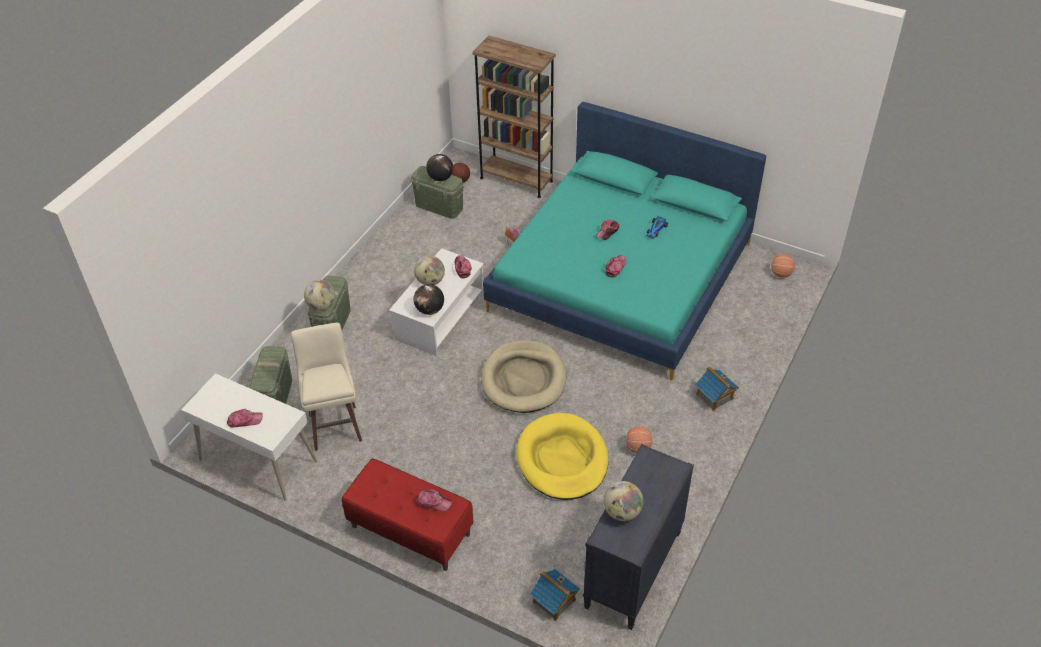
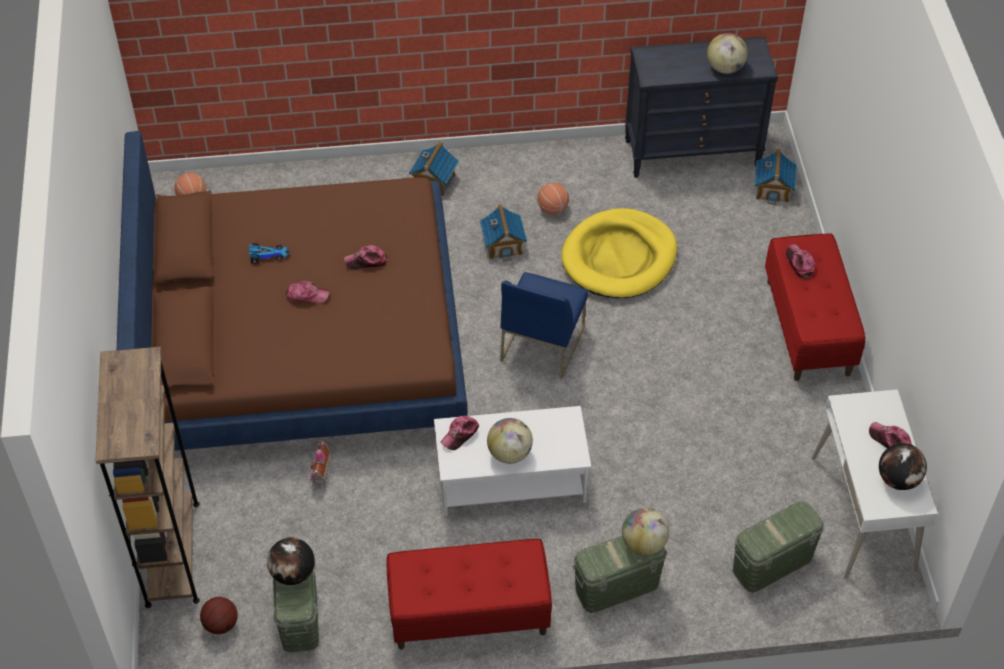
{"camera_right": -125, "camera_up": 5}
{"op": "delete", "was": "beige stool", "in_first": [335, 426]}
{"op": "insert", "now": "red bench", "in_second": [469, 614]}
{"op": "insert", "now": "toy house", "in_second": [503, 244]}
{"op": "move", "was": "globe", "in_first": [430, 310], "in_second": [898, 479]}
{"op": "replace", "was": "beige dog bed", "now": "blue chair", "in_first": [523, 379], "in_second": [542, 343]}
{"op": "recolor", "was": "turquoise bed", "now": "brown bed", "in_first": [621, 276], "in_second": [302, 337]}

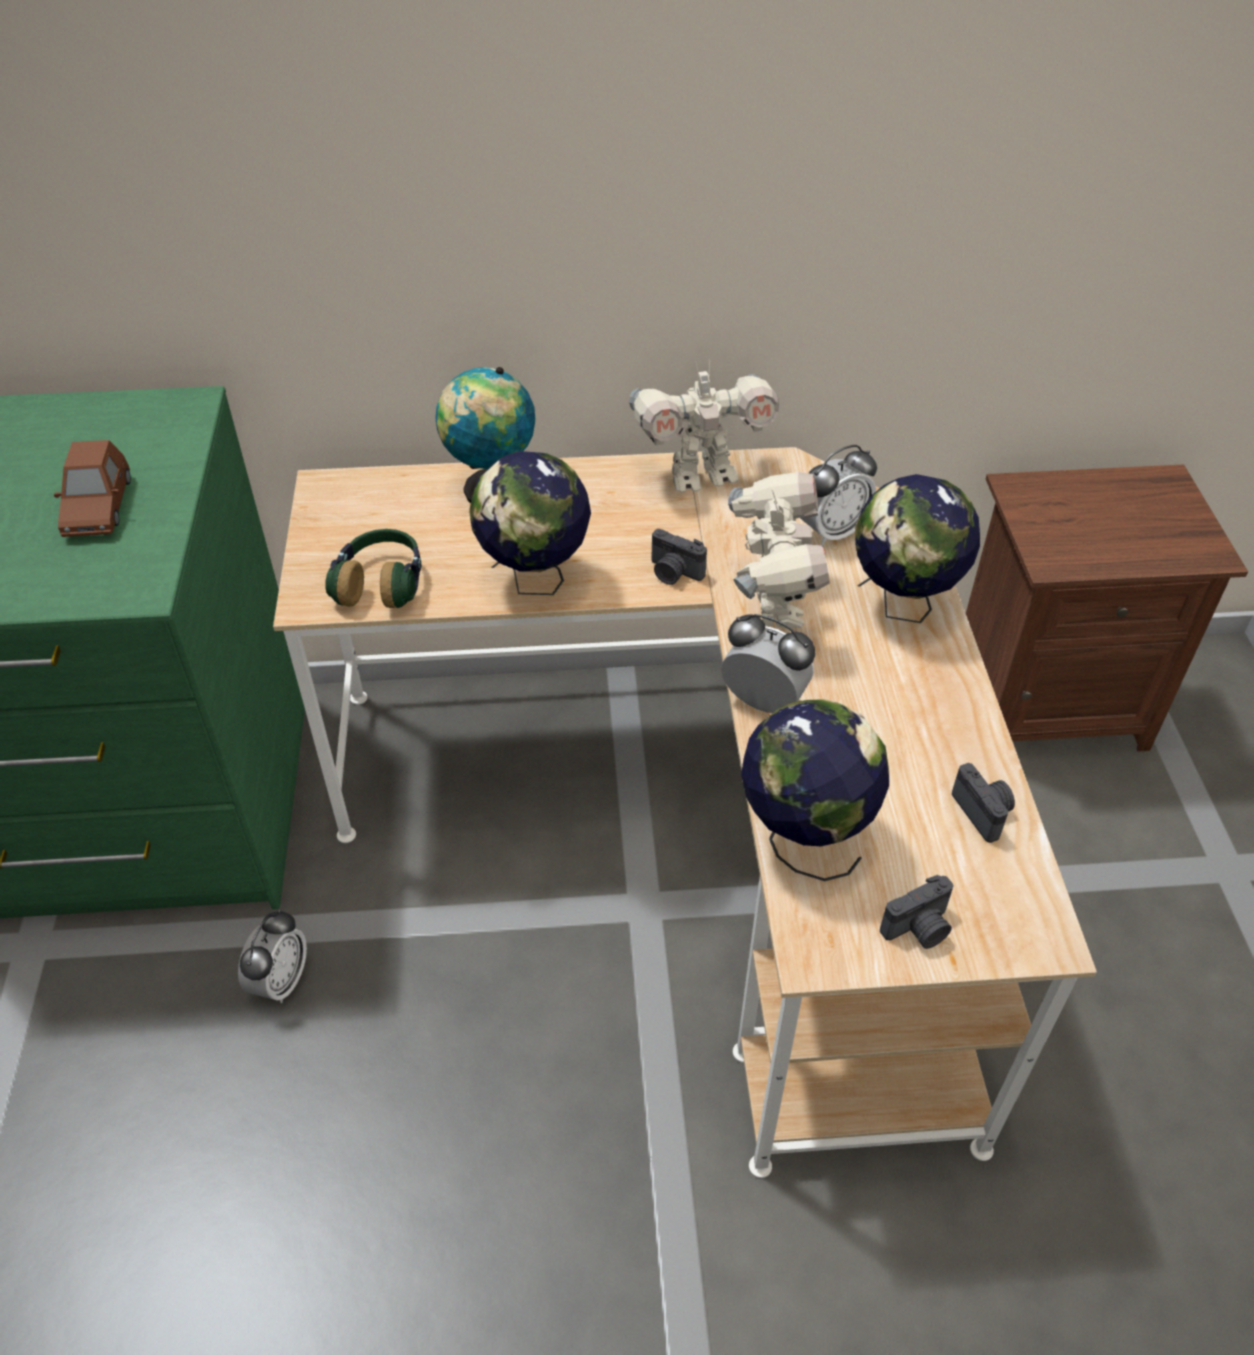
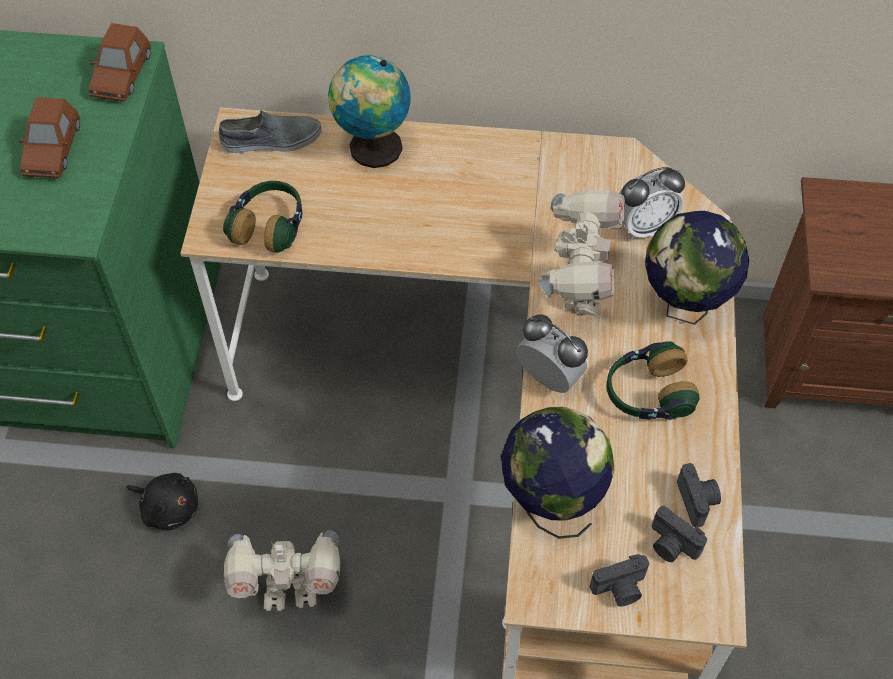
{"camera_right": 10, "camera_up": 10}
{"op": "delete", "was": "globe", "in_first": [535, 581]}
{"op": "insert", "now": "brown toy car", "in_second": [122, 75]}
{"op": "insert", "now": "grey shoe", "in_second": [271, 140]}
{"op": "insert", "now": "headphones", "in_second": [647, 394]}
{"op": "move", "was": "toy robot", "in_first": [700, 476], "in_second": [290, 590]}
{"op": "move", "was": "photo camera", "in_first": [673, 573], "in_second": [671, 545]}
{"op": "replace", "was": "alarm clock", "now": "black plush toy", "in_first": [281, 981], "in_second": [169, 507]}

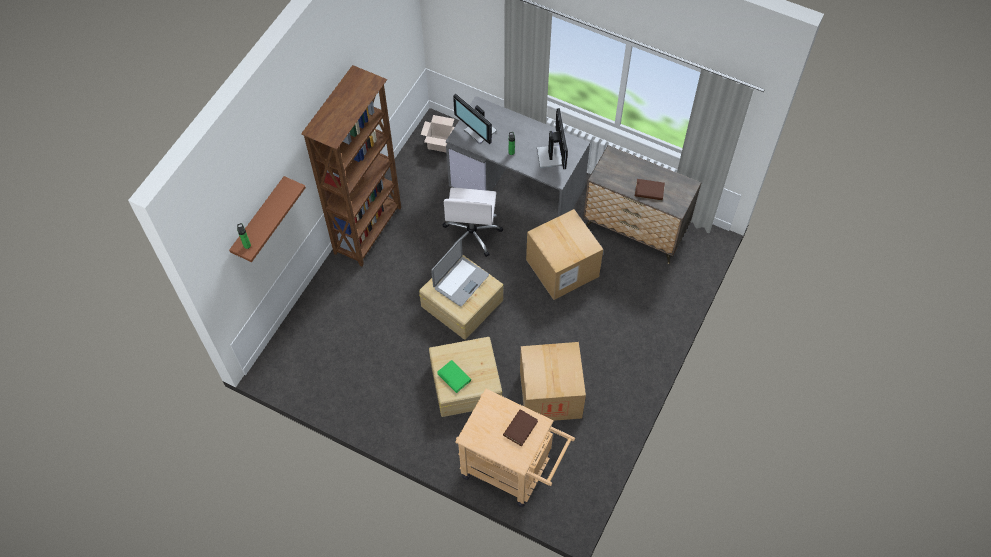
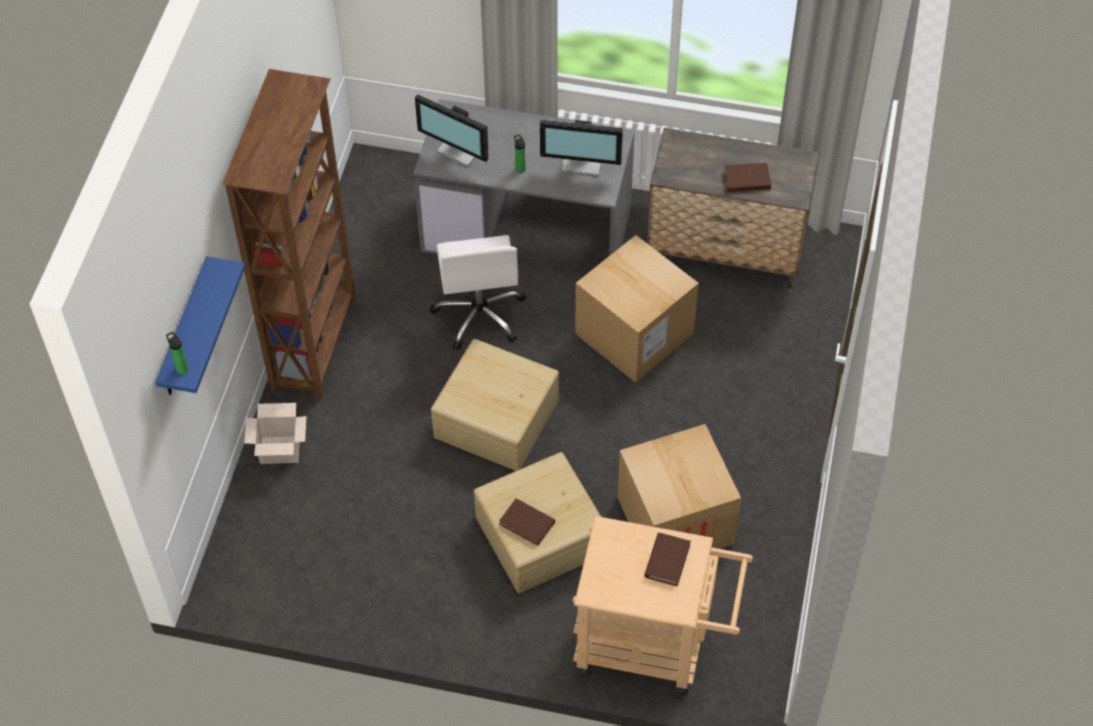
{"camera_right": -15, "camera_up": -5}
{"op": "delete", "was": "laptop", "in_first": [460, 281]}
{"op": "move", "was": "cardboard box", "in_first": [441, 143], "in_second": [281, 449]}
{"op": "recolor", "was": "brown shelf", "now": "blue shelf", "in_first": [259, 220], "in_second": [184, 331]}
{"op": "recolor", "was": "green book", "now": "brown book", "in_first": [454, 377], "in_second": [527, 523]}
{"op": "rotate", "was": "monitor", "in_first": [551, 156], "in_second": [583, 162], "clockwise": 120}

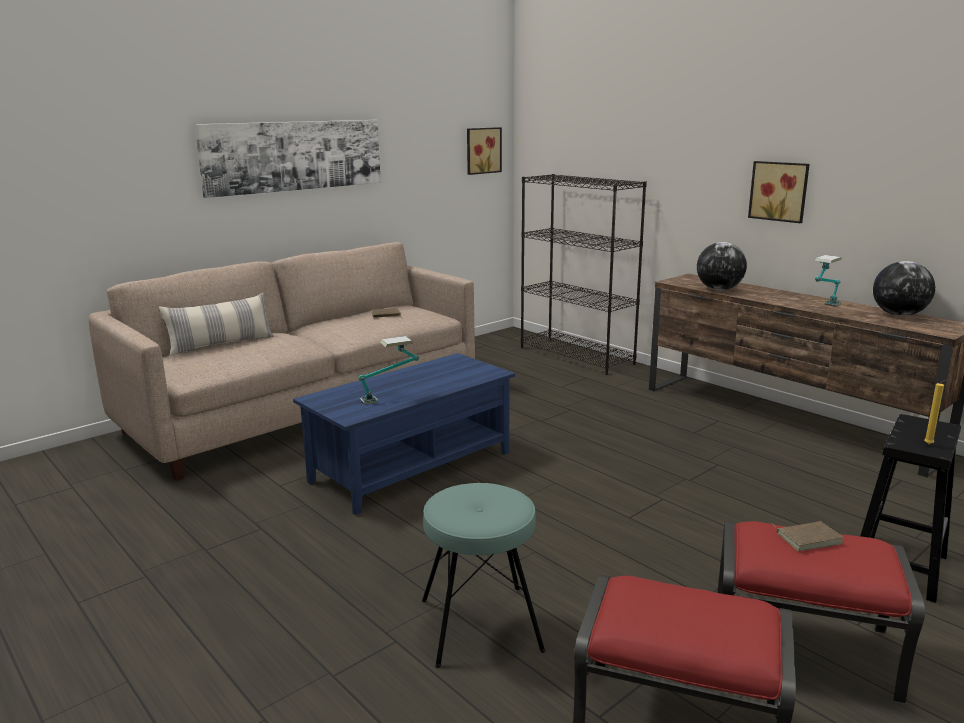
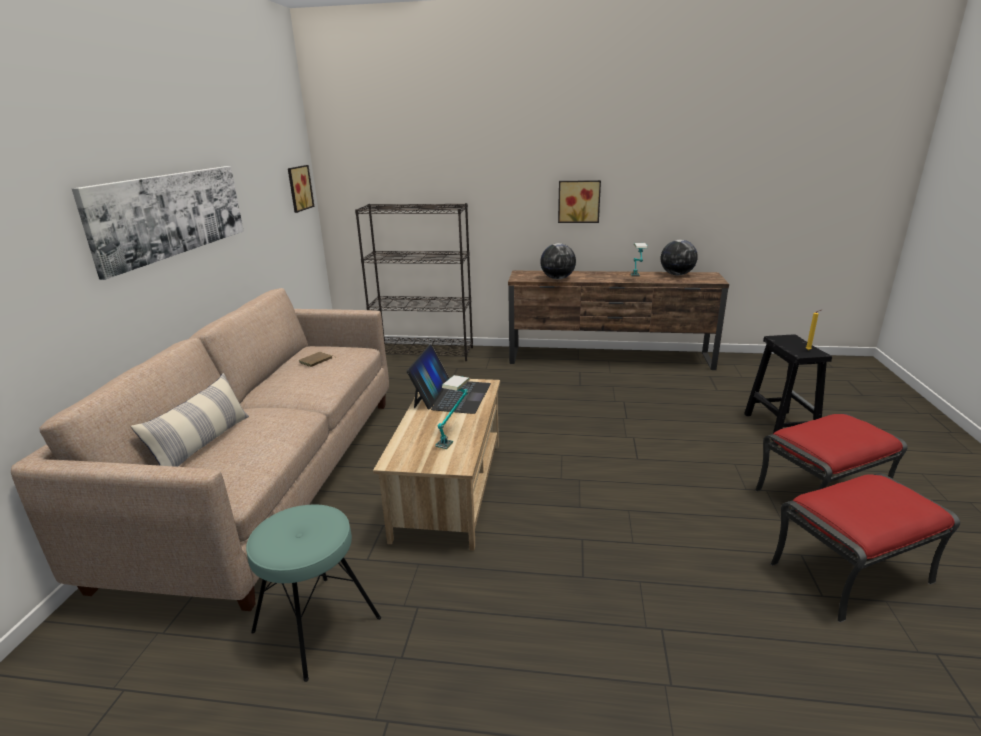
{"camera_right": -40, "camera_up": 5}
{"op": "delete", "was": "brown book", "in_first": [808, 538]}
{"op": "insert", "now": "laptop", "in_second": [452, 395]}
{"op": "move", "was": "turquoise stool", "in_first": [480, 625], "in_second": [316, 625]}
{"op": "recolor", "was": "blue coffee table", "now": "beige coffee table", "in_first": [412, 466], "in_second": [449, 488]}

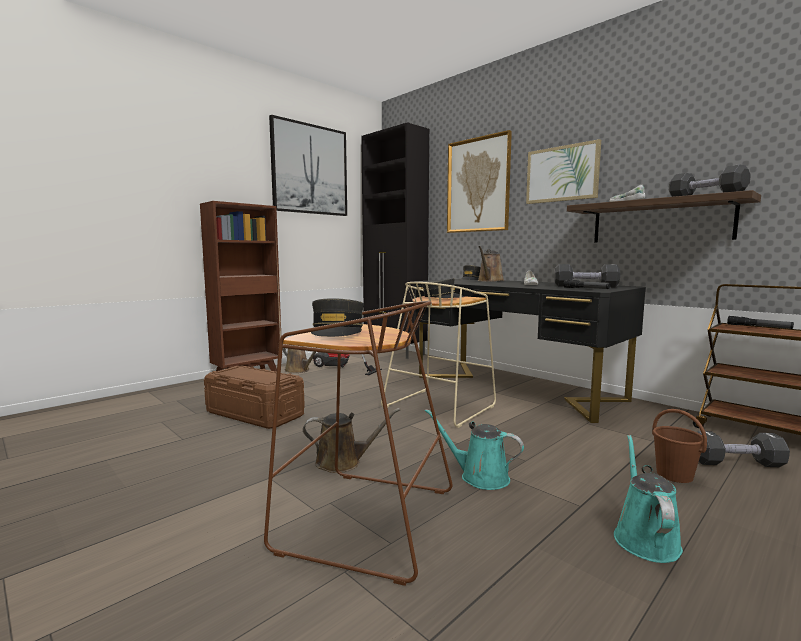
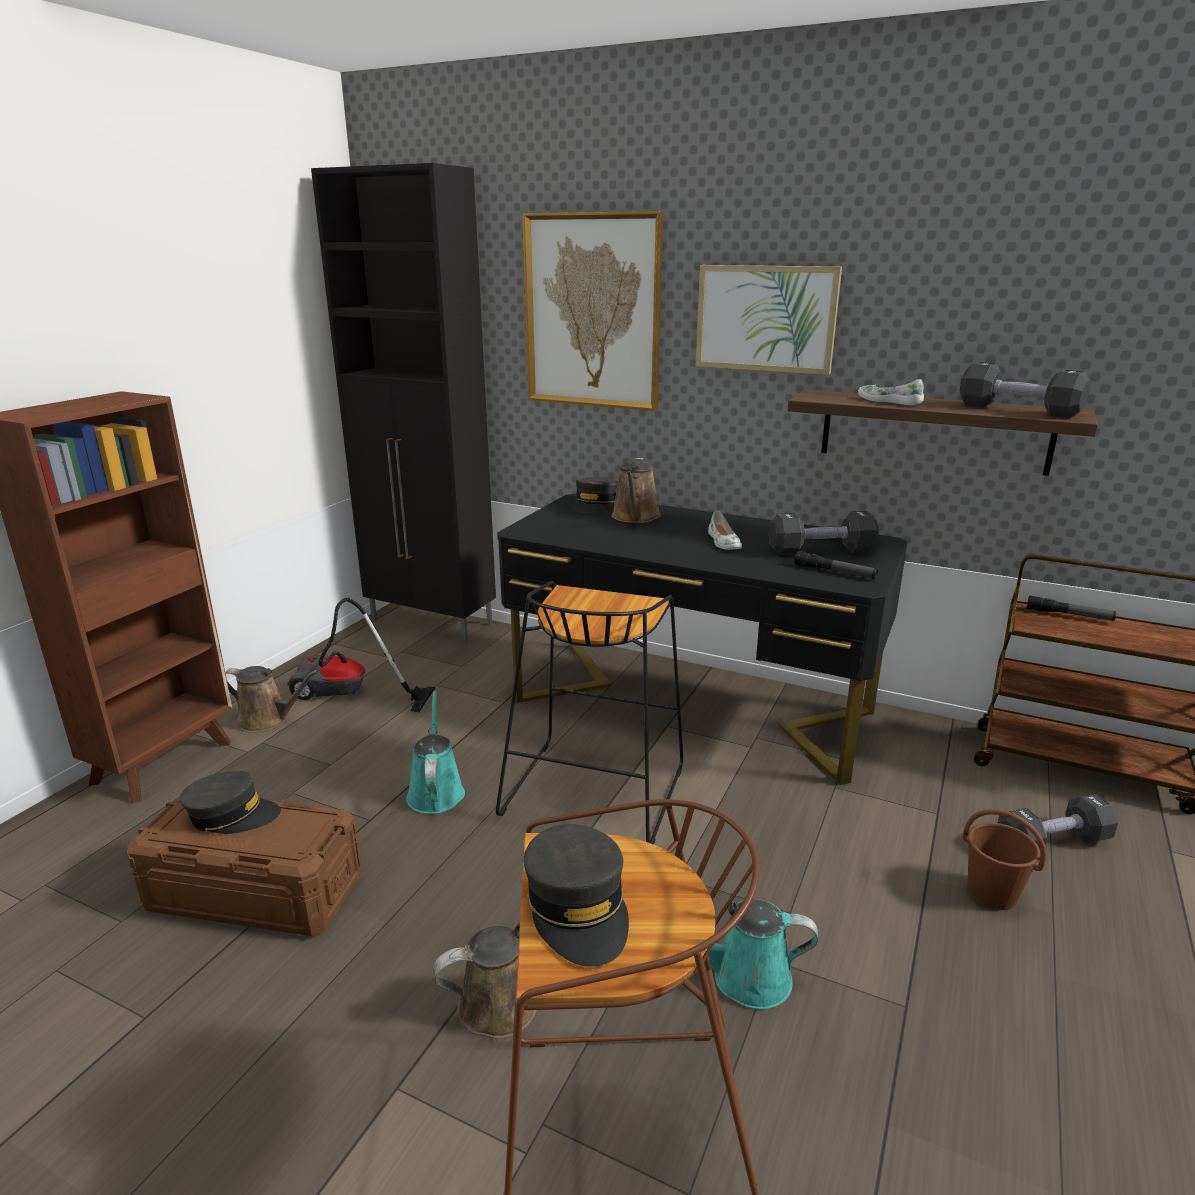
{"camera_right": -20, "camera_up": 15}
{"op": "delete", "was": "picture", "in_first": [310, 169]}
{"op": "move", "was": "grey cap", "in_first": [442, 297], "in_second": [232, 815]}
{"op": "move", "was": "turquoise watering can", "in_first": [644, 538], "in_second": [436, 791]}
{"op": "recolor", "was": "beige stool", "now": "black stool", "in_first": [439, 406], "in_second": [593, 789]}

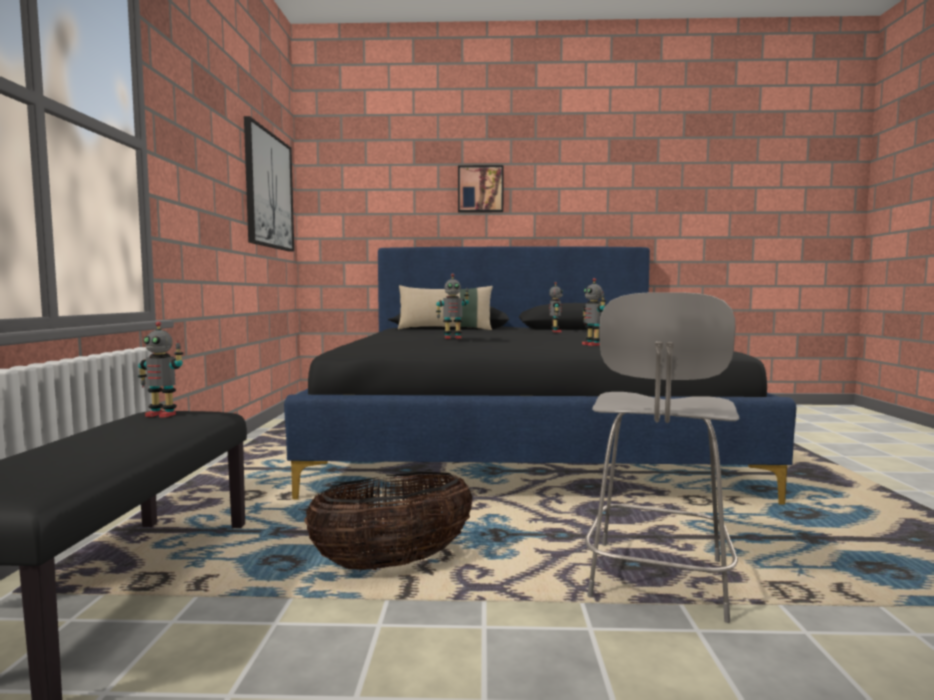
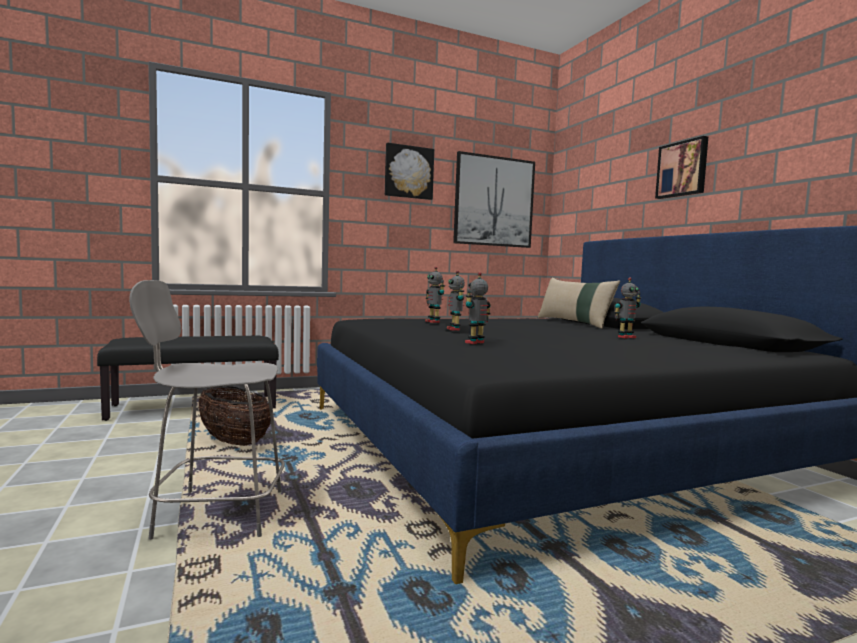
{"camera_right": 65, "camera_up": 0}
{"op": "insert", "now": "picture", "in_second": [408, 172]}
{"op": "move", "was": "toy robot", "in_first": [162, 415], "in_second": [454, 329]}

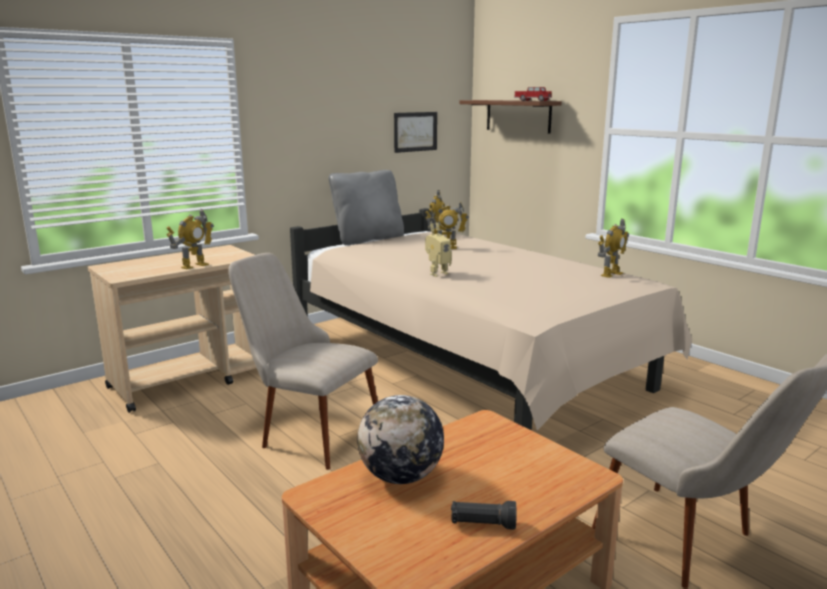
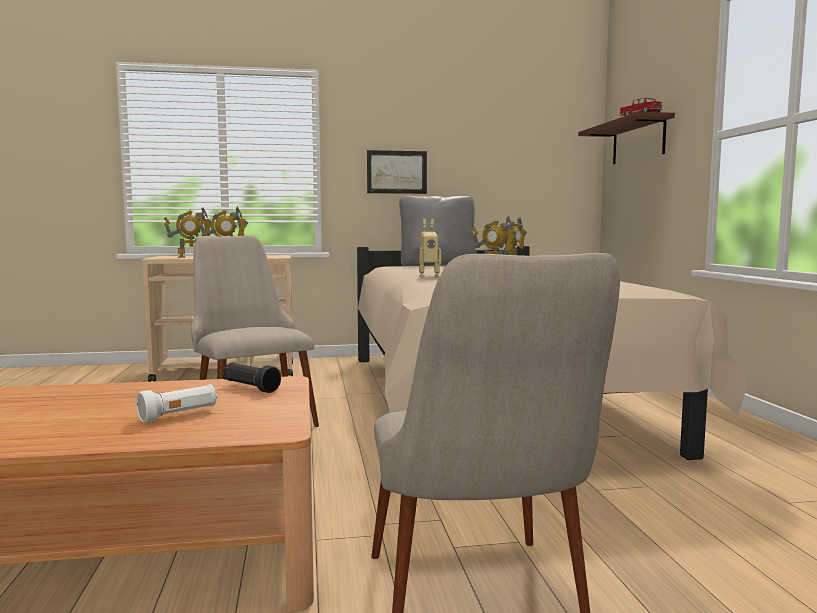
{"camera_right": 30, "camera_up": -10}
{"op": "delete", "was": "globe", "in_first": [401, 477]}
{"op": "insert", "now": "white flashlight", "in_second": [179, 415]}
{"op": "move", "was": "picture", "in_first": [415, 131], "in_second": [396, 172]}
{"op": "move", "was": "black flashlight", "in_first": [482, 524], "in_second": [250, 388]}
{"op": "move", "was": "toy robot", "in_first": [611, 274], "in_second": [190, 257]}

